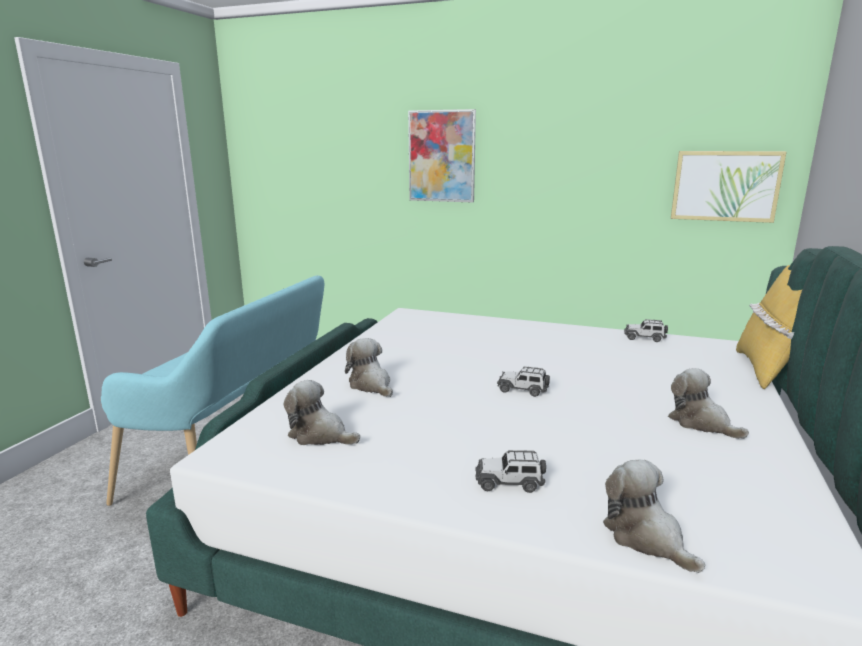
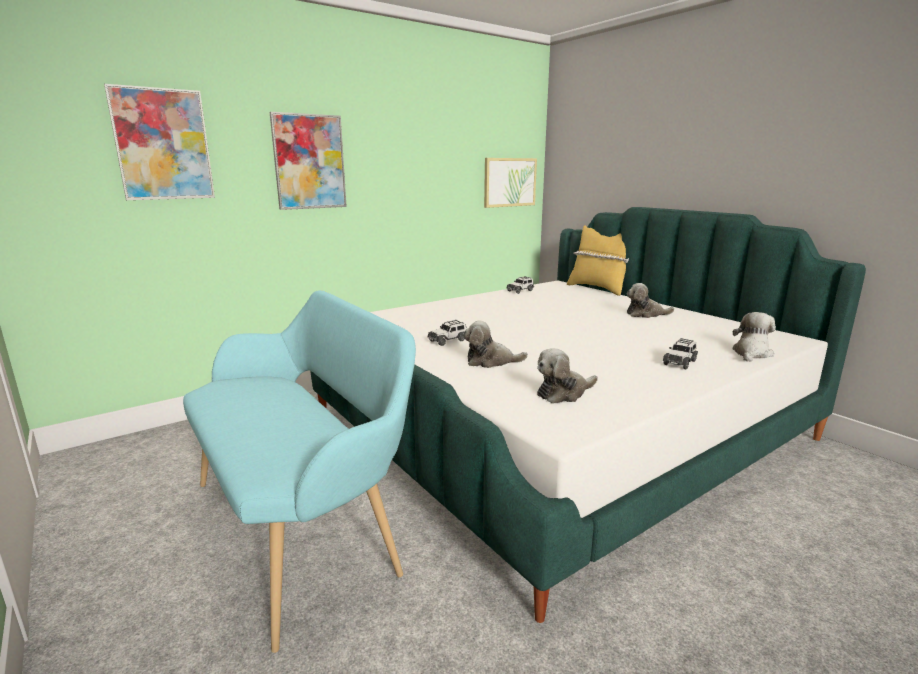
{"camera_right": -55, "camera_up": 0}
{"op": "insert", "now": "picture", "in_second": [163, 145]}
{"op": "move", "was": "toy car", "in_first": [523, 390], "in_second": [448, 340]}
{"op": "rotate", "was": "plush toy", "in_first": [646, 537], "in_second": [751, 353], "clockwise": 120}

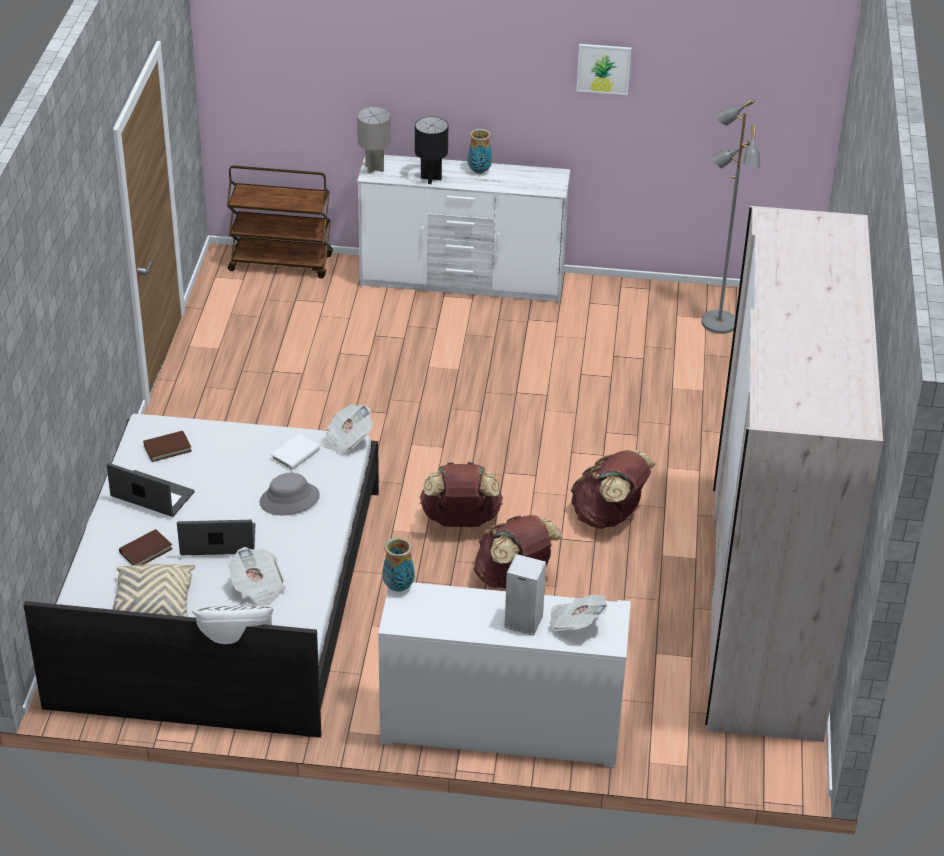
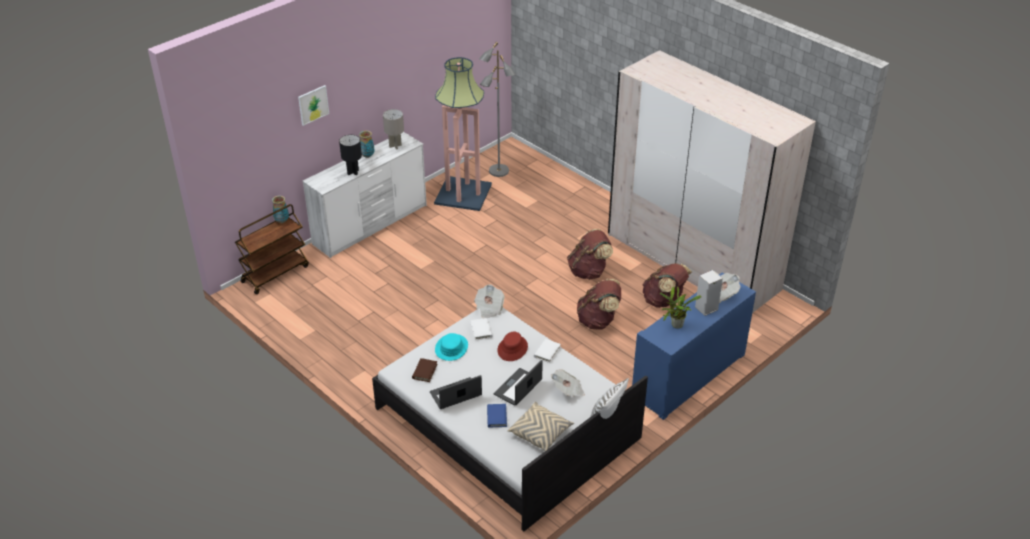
{"camera_right": -50, "camera_up": 0}
{"op": "insert", "now": "floor lamp", "in_second": [463, 194]}
{"op": "insert", "now": "turquoise hat", "in_second": [451, 348]}
{"op": "insert", "now": "white book", "in_second": [547, 352]}
{"op": "insert", "now": "potted plant", "in_second": [675, 326]}
{"op": "move", "was": "grey table lamp", "in_first": [374, 168], "in_second": [395, 146]}
{"op": "move", "was": "vase", "in_first": [398, 587], "in_second": [282, 221]}
{"op": "move", "was": "brown backpack", "in_first": [460, 521], "in_second": [663, 301]}
{"op": "move", "was": "picture", "in_first": [603, 68], "in_second": [313, 105]}
{"op": "recolor", "was": "brown book", "now": "blue book", "in_first": [146, 551], "in_second": [496, 417]}
{"op": "recolor", "was": "grey hat", "now": "red hat", "in_first": [289, 499], "in_second": [512, 348]}
{"op": "recolor", "was": "white cabinet", "now": "blue cabinet", "in_first": [501, 727], "in_second": [689, 376]}

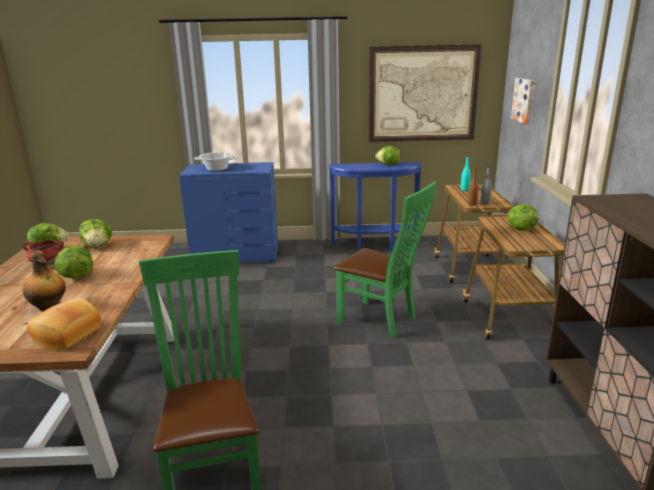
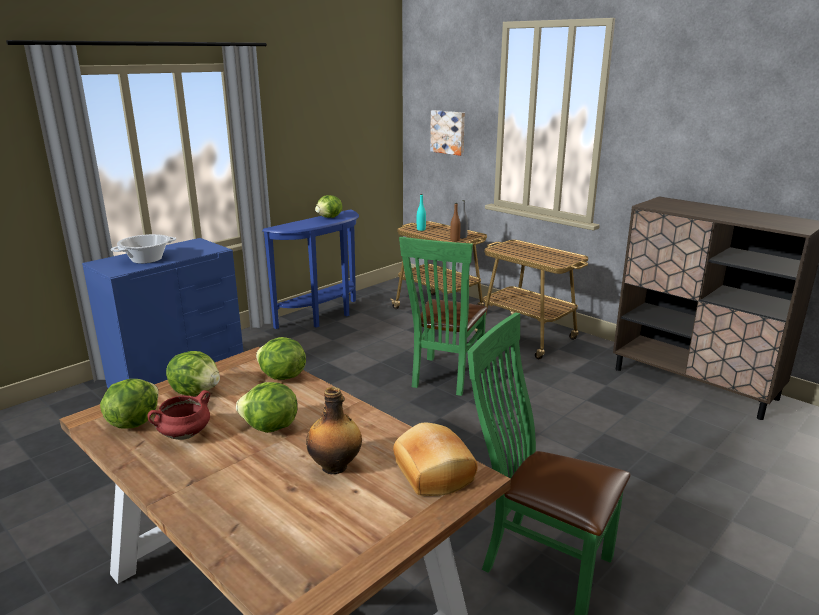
{"camera_right": -45, "camera_up": 0}
{"op": "delete", "was": "picture", "in_first": [423, 94]}
{"op": "move", "was": "lettuce", "in_first": [520, 229], "in_second": [281, 377]}
{"op": "rotate", "was": "green chair", "in_first": [381, 320], "in_second": [444, 378], "clockwise": 120}

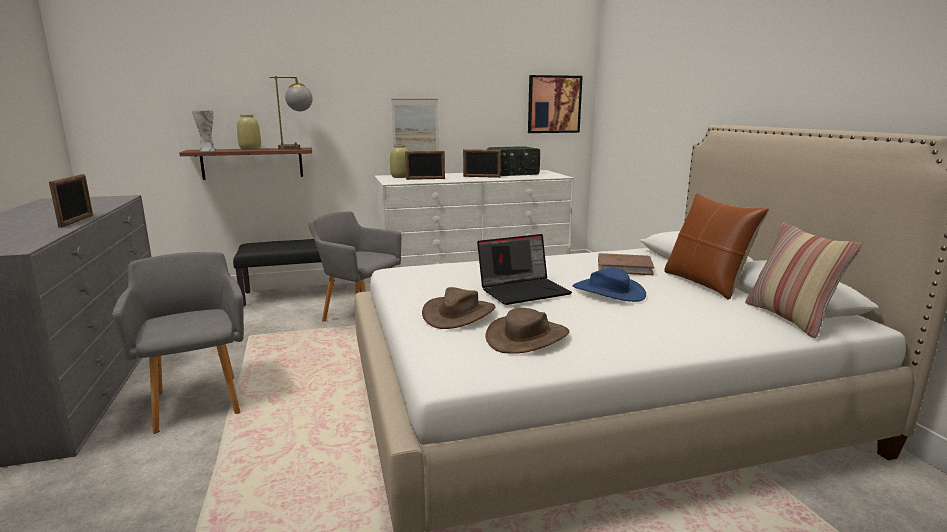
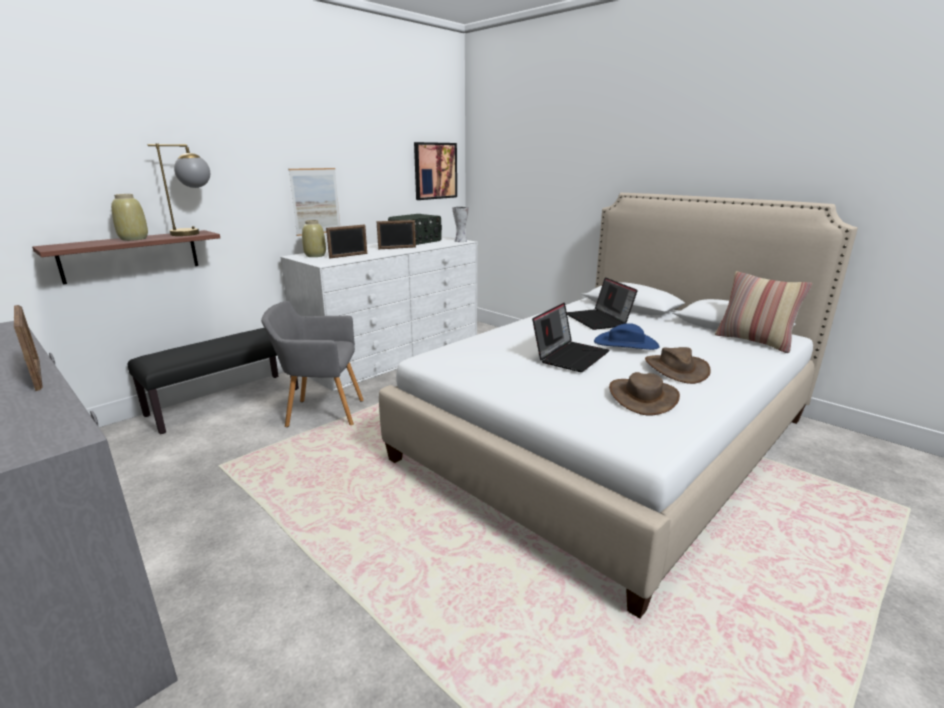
{"camera_right": -30, "camera_up": 5}
{"op": "delete", "was": "grey armchair", "in_first": [198, 399]}
{"op": "delete", "was": "brown pillow", "in_first": [705, 283]}
{"op": "move", "was": "vase", "in_first": [207, 150], "in_second": [460, 241]}
{"op": "move", "was": "brown hat", "in_first": [458, 314], "in_second": [676, 369]}
{"op": "replace", "was": "brown book", "now": "laptop", "in_first": [624, 267], "in_second": [599, 320]}

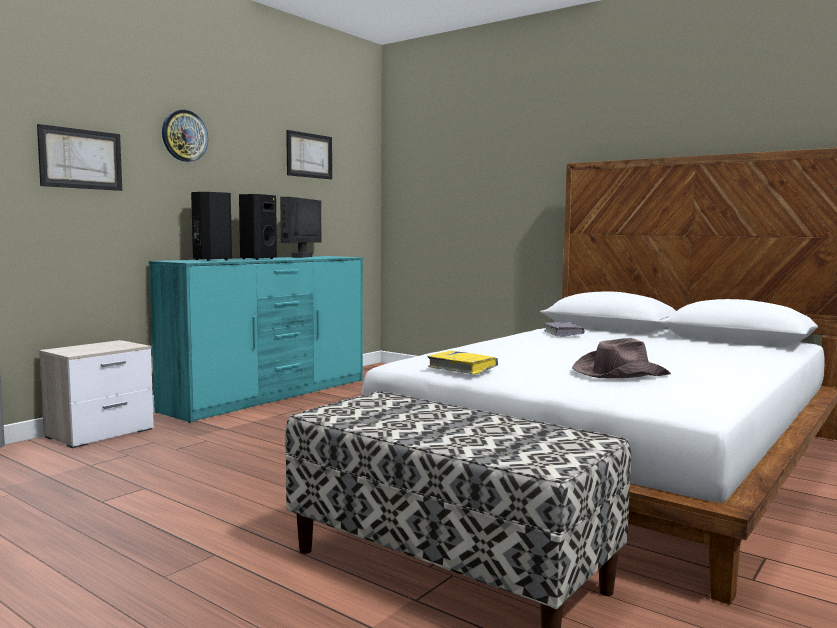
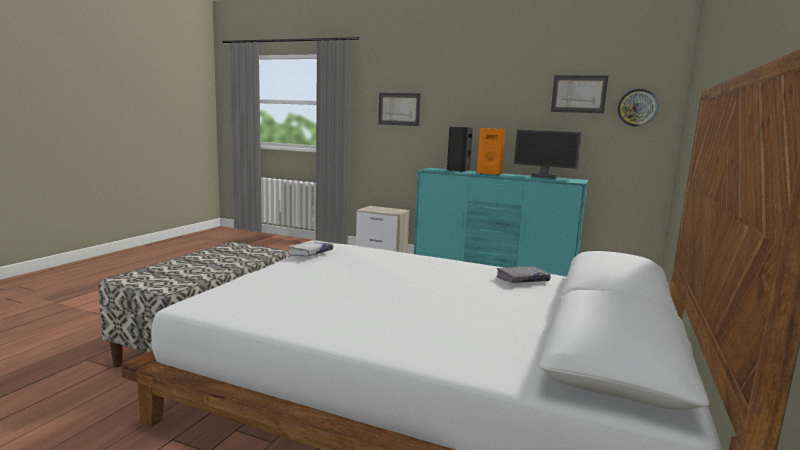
{"camera_right": 75, "camera_up": 5}
{"op": "delete", "was": "brown hat", "in_first": [619, 373]}
{"op": "move", "was": "wall clock", "in_first": [184, 136], "in_second": [637, 107]}
{"op": "recolor", "was": "black speaker", "now": "orange speaker", "in_first": [257, 259], "in_second": [489, 174]}
{"op": "recolor", "was": "yellow book", "now": "white book", "in_first": [462, 369], "in_second": [310, 253]}
{"op": "rotate", "was": "monitor", "in_first": [303, 257], "in_second": [544, 177], "clockwise": -150}

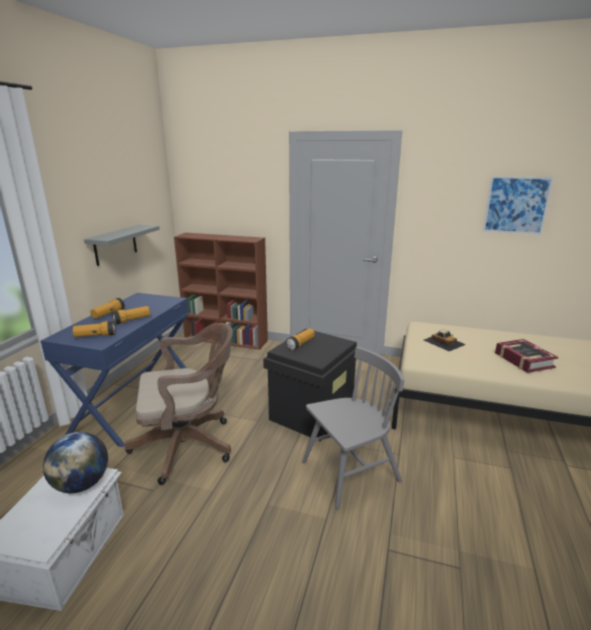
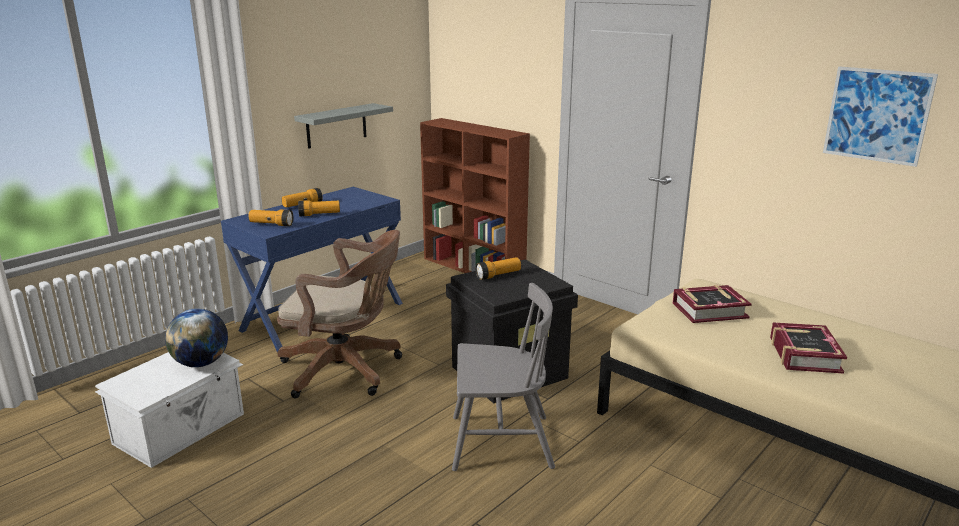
{"camera_right": 25, "camera_up": 0}
{"op": "replace", "was": "toy car", "now": "book", "in_first": [444, 342], "in_second": [709, 310]}

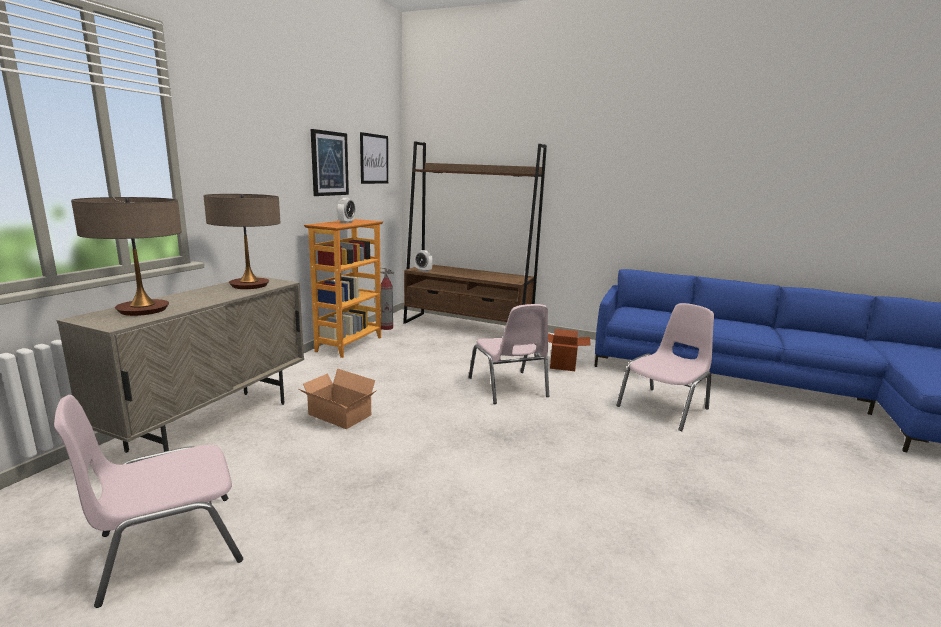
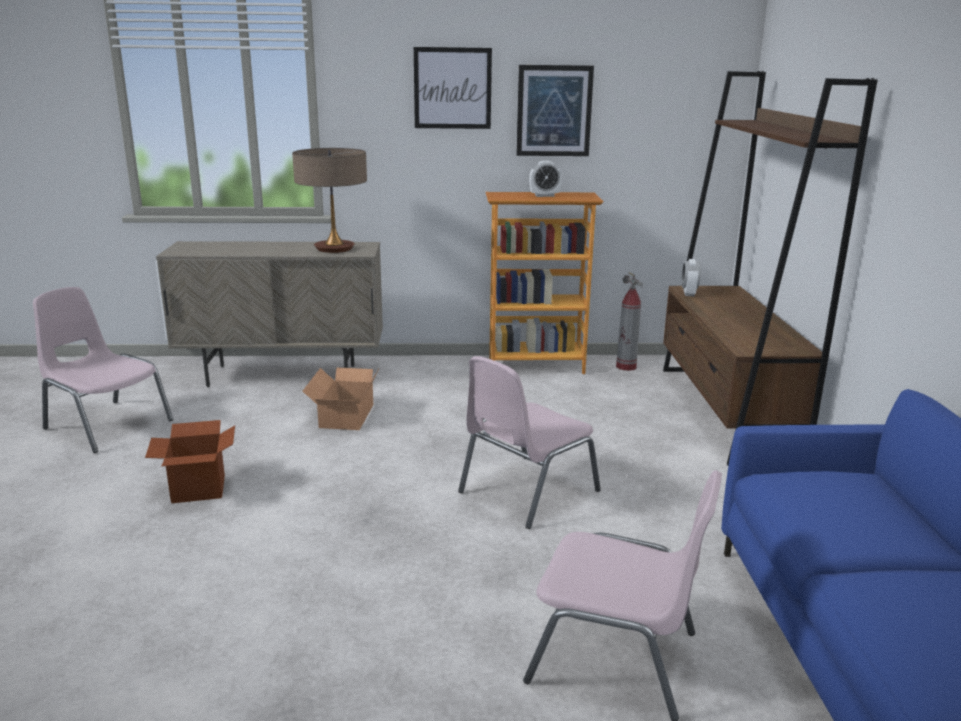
{"camera_right": 65, "camera_up": 5}
{"op": "delete", "was": "table lamp", "in_first": [143, 310]}
{"op": "move", "was": "picture", "in_first": [374, 159], "in_second": [452, 88]}
{"op": "move", "was": "cardboard box", "in_first": [562, 365], "in_second": [199, 489]}

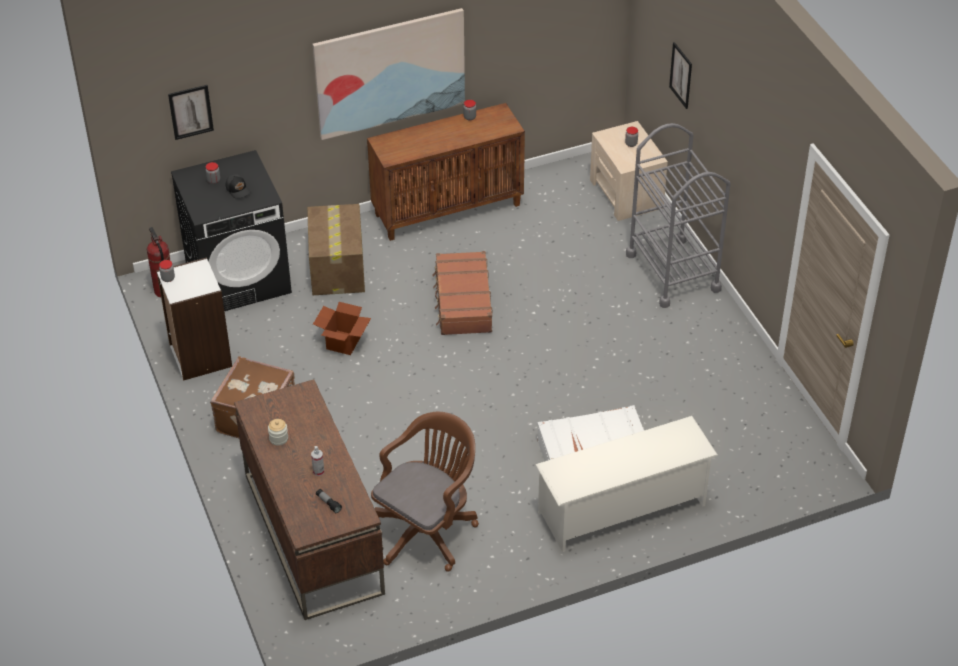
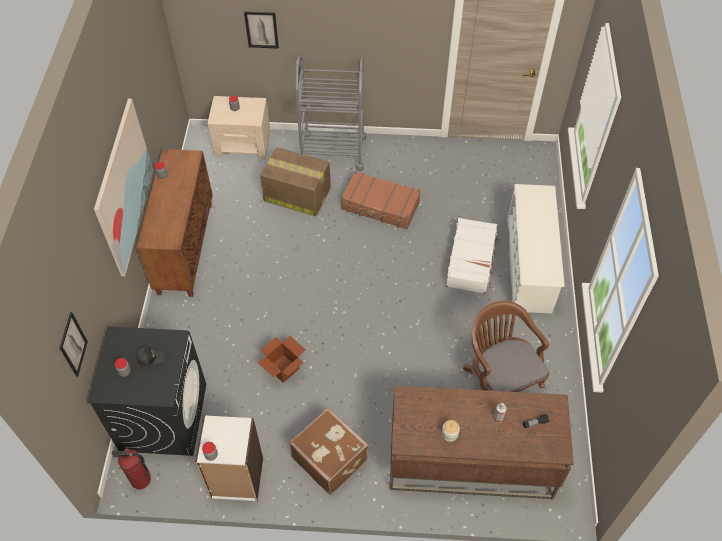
{"camera_right": -65, "camera_up": 10}
{"op": "move", "was": "cardboard box", "in_first": [337, 267], "in_second": [296, 194]}
{"op": "move", "was": "brown suitcase", "in_first": [462, 301], "in_second": [380, 206]}

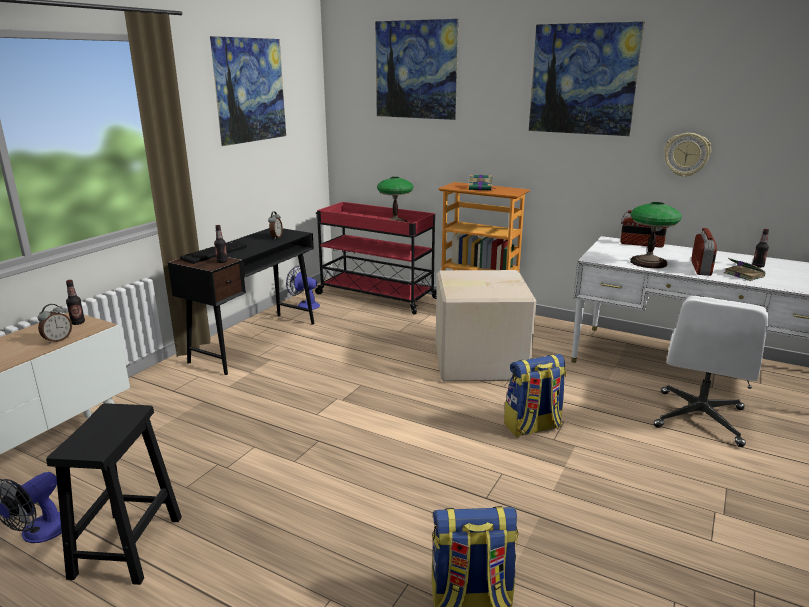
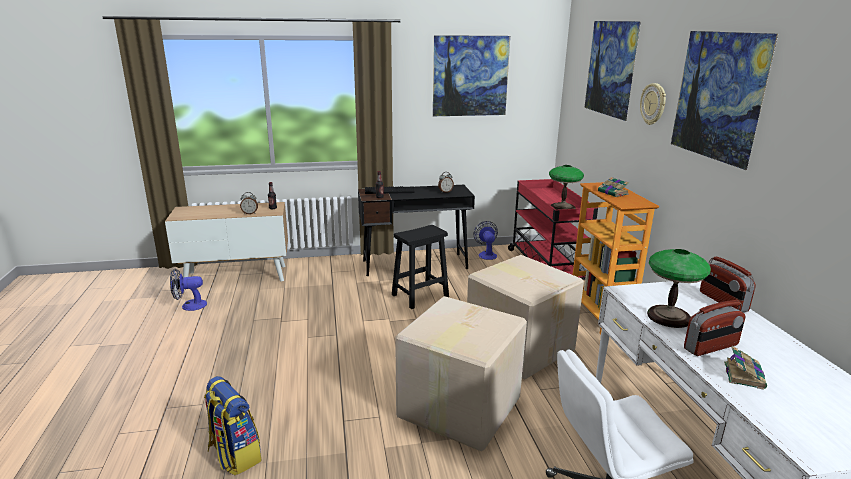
{"camera_right": 50, "camera_up": 0}
{"op": "delete", "was": "bottle", "in_first": [758, 266]}
{"op": "move", "was": "black stool", "in_first": [127, 548], "in_second": [419, 296]}
{"op": "move", "was": "wall clock", "in_first": [686, 154], "in_second": [653, 104]}
{"op": "replace", "was": "backpack", "now": "cardboard box", "in_first": [532, 427], "in_second": [457, 408]}

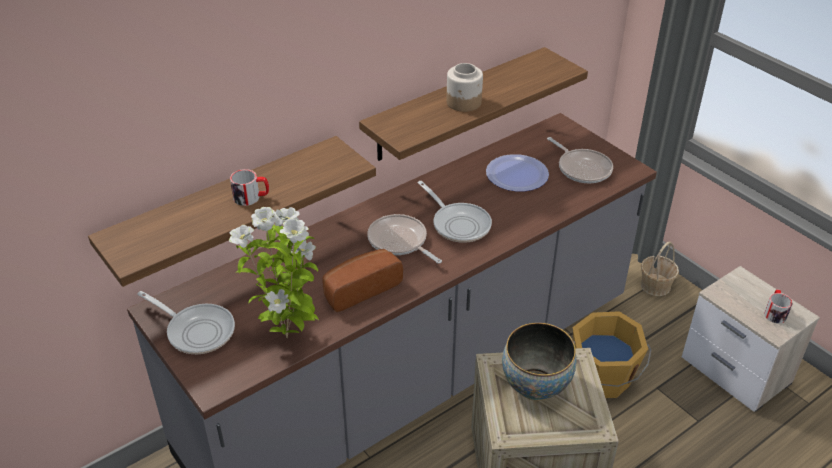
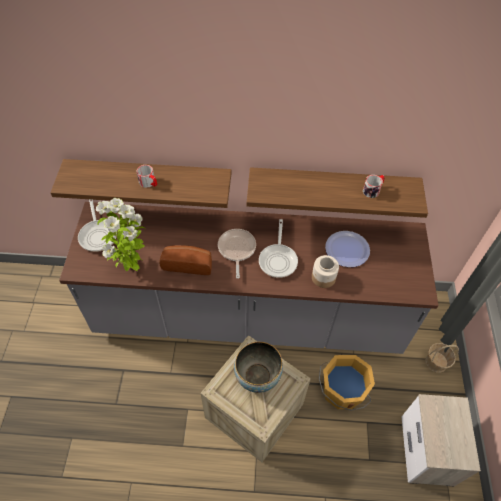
{"camera_right": 40, "camera_up": 15}
{"op": "delete", "was": "frying pan", "in_first": [582, 168]}
{"op": "move", "was": "jar", "in_first": [464, 102], "in_second": [323, 278]}
{"op": "move", "was": "mug", "in_first": [774, 312], "in_second": [373, 190]}

